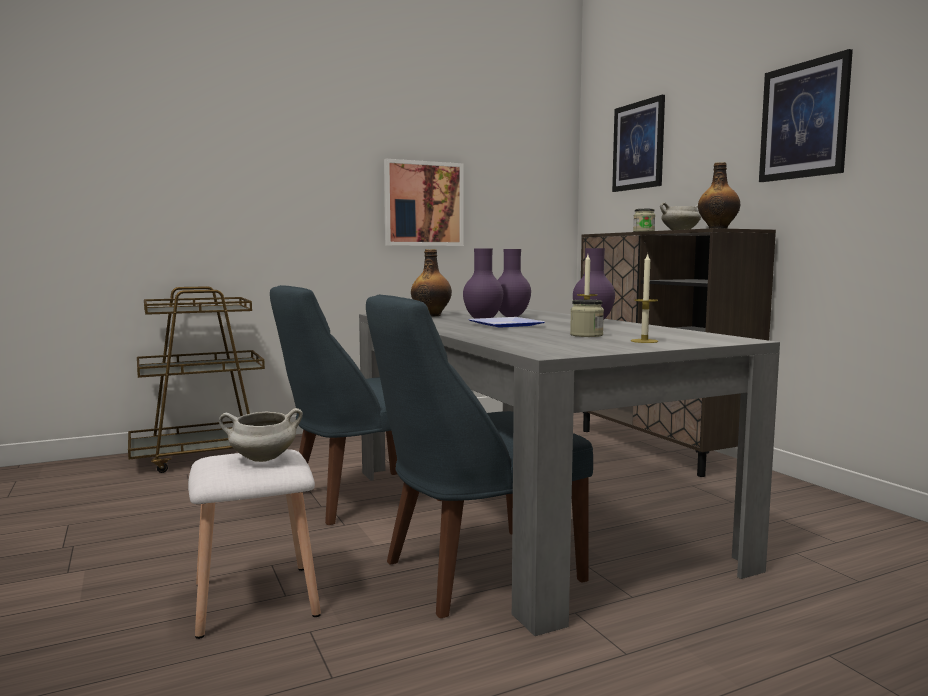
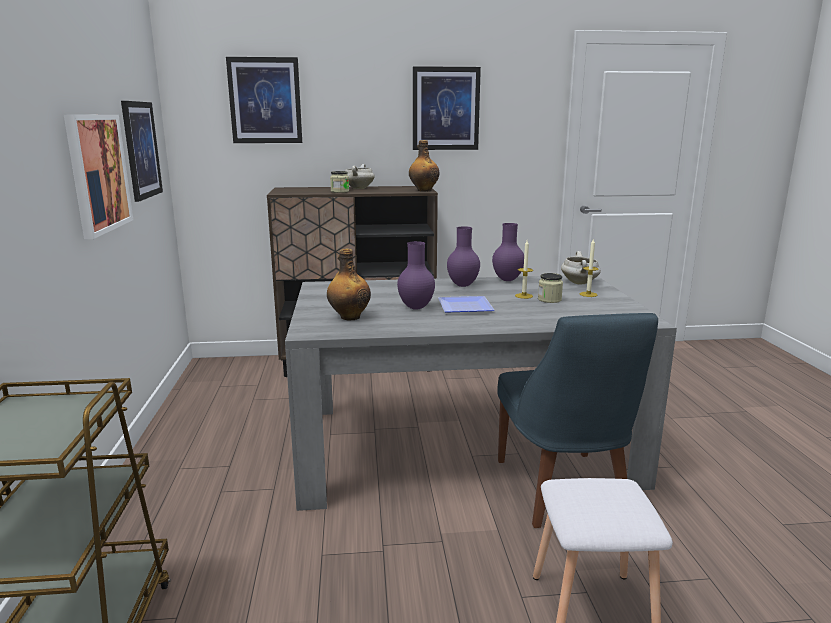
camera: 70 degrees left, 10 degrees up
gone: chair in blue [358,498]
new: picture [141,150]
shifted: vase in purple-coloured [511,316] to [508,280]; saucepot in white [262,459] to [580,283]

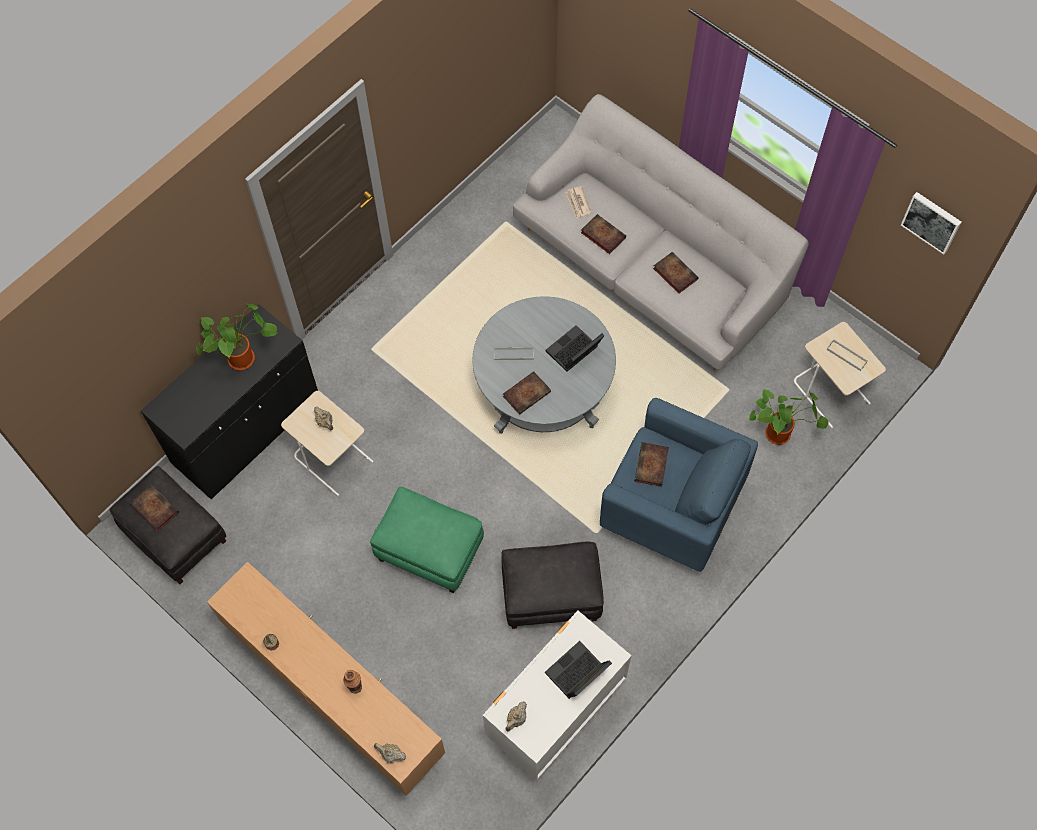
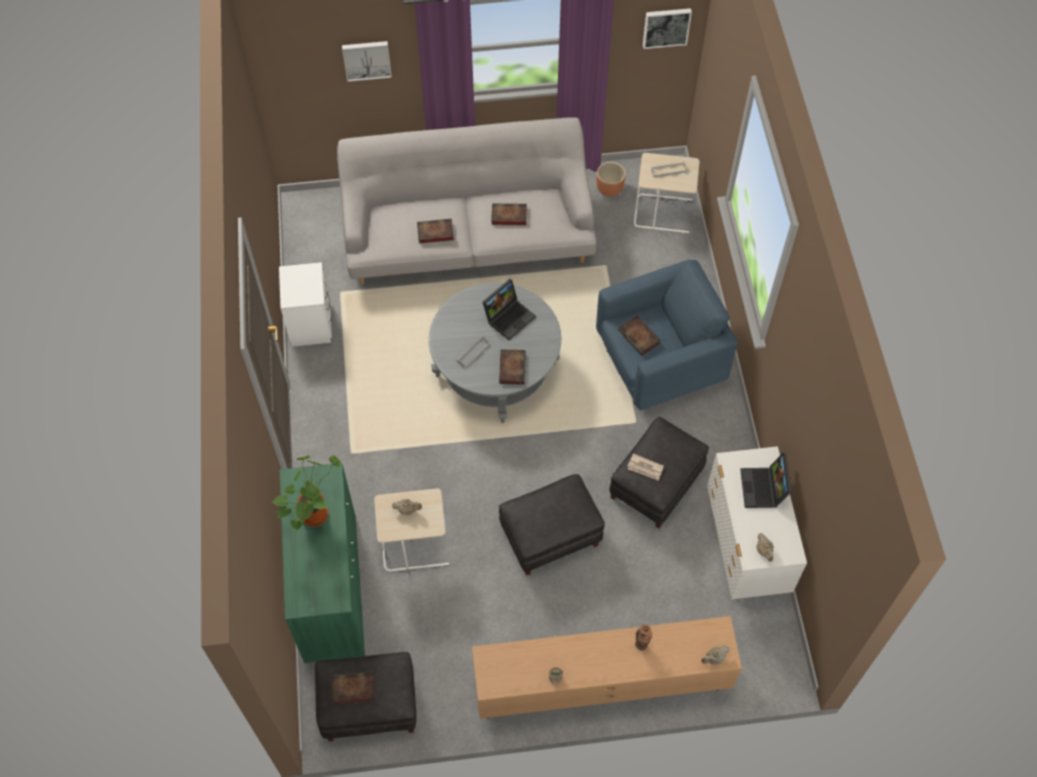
camera: 50 degrees left, 5 degrees down
gone: plant in a pot [780,432]
new: night table in white [311,323]; picture [366,59]; plant pot in brown-coloured [610,188]
shifted: newspaper [578,203] to [645,468]
repainted: cabinet in blackish [247,430] to cabinet in green [331,588]; footrest in green [429,550] to footrest in blackish [550,536]
rotated: notebook computer [574,353] = [509,316] 135 degrees counterclockwise

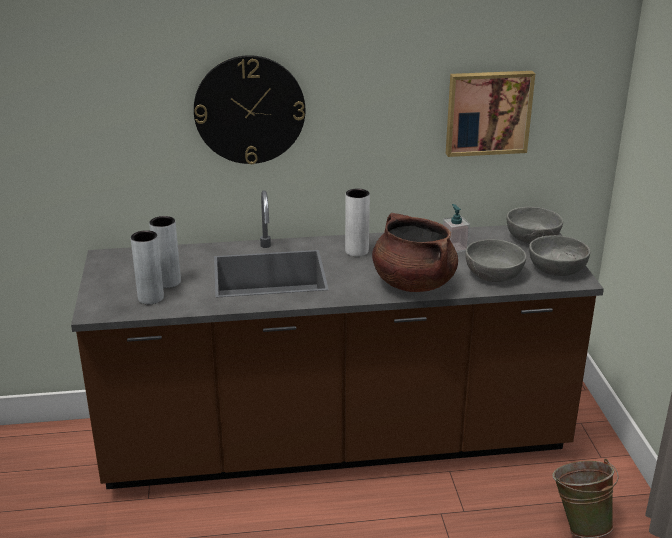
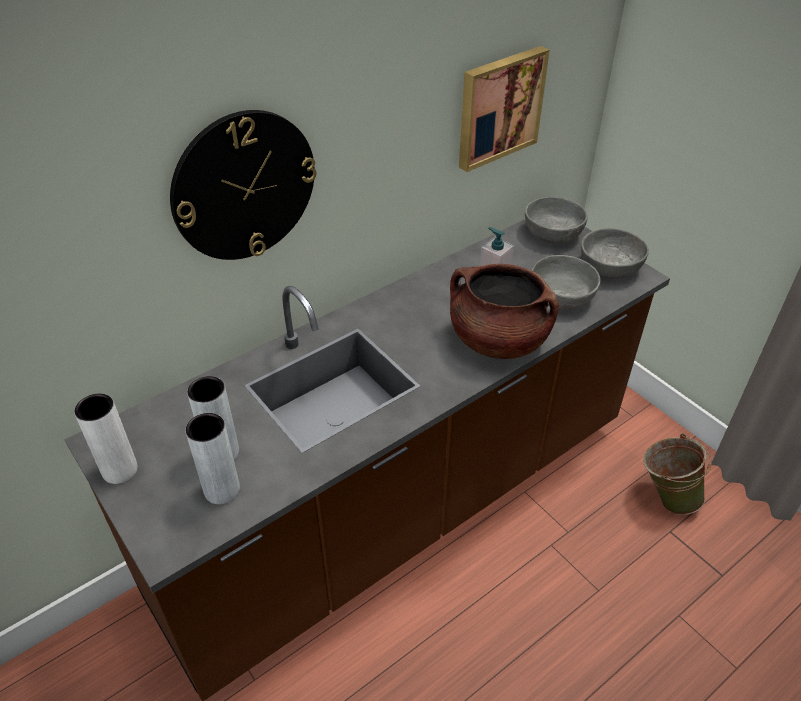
camera: 30 degrees left, 15 degrees up
shifted: vase in white [356,251] to [120,470]

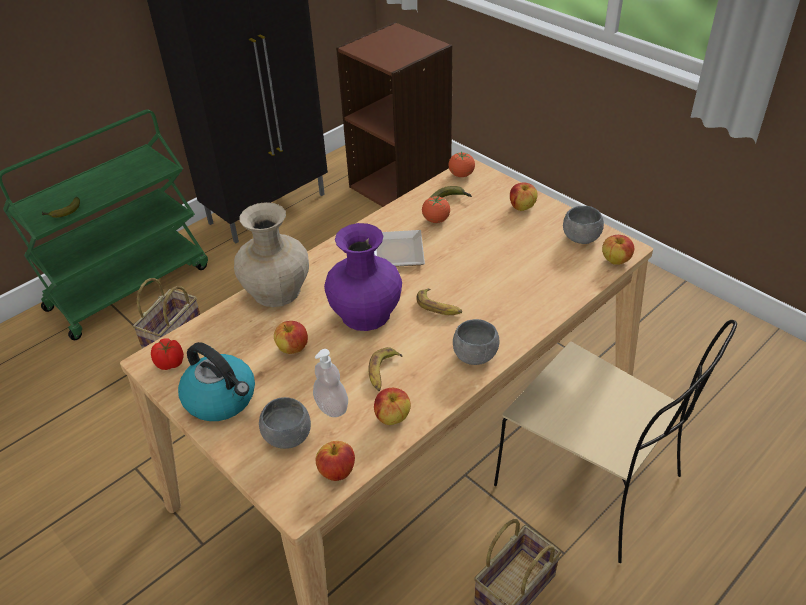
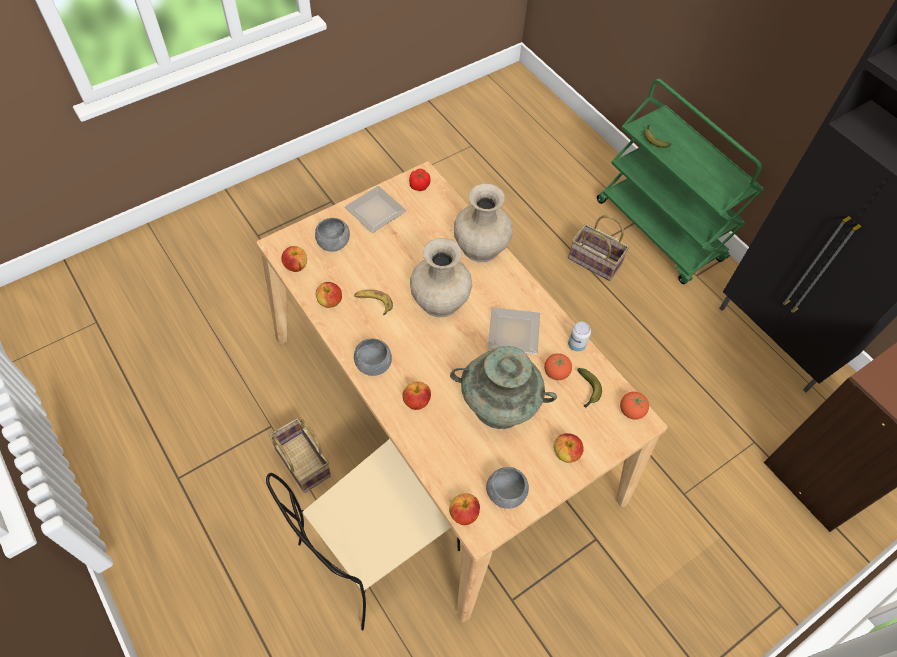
camera: 95 degrees right, 15 degrees up
gone: liquid soap bottle [332,407]; banana fruit [439,307]
new: vase in turquoise-coloured [499,405]; metal can [576,345]
shifted: apple fruit [293,348] to [416,402]
swapped: kettle [221,398] to plate [377,211]
repainted: vase in purple-coloured [364,313] to vase in sand-coloured [440,300]

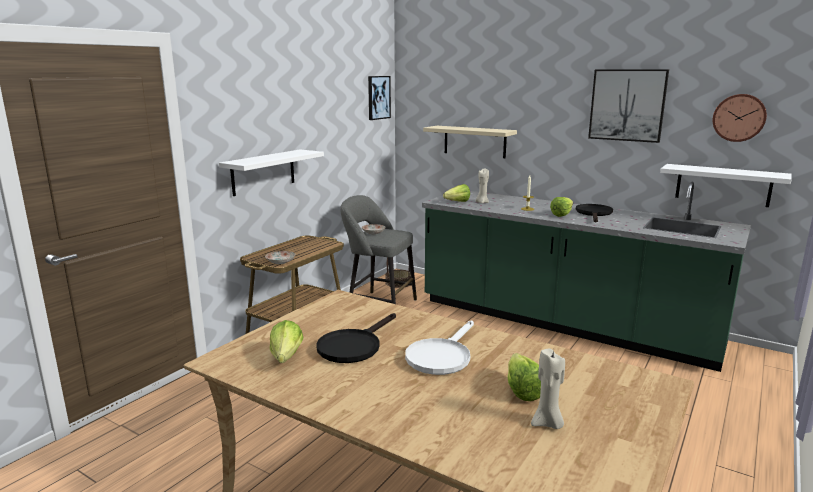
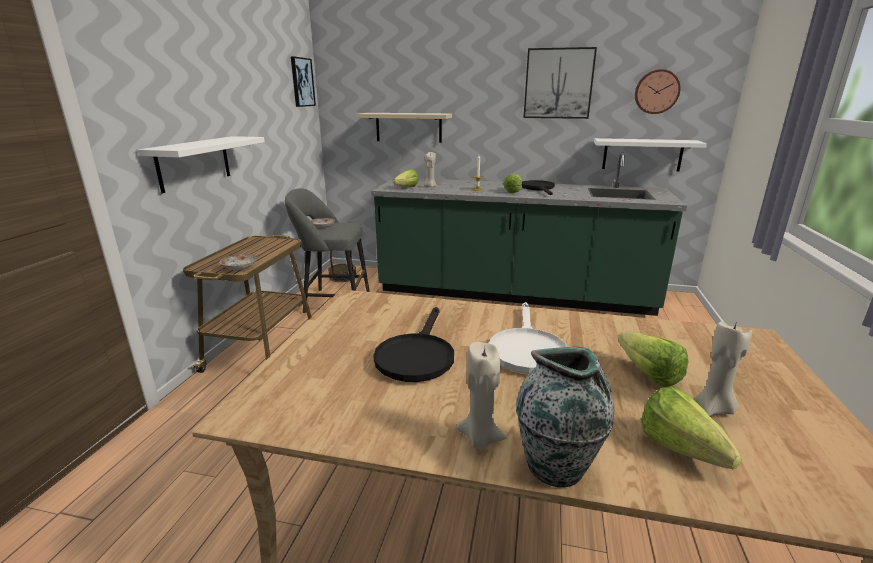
camera: 20 degrees left, 5 degrees up
new: candle in sand-coloured [480,438]; vase [557,467]
shifted: lettuce [284,360] to [685,454]

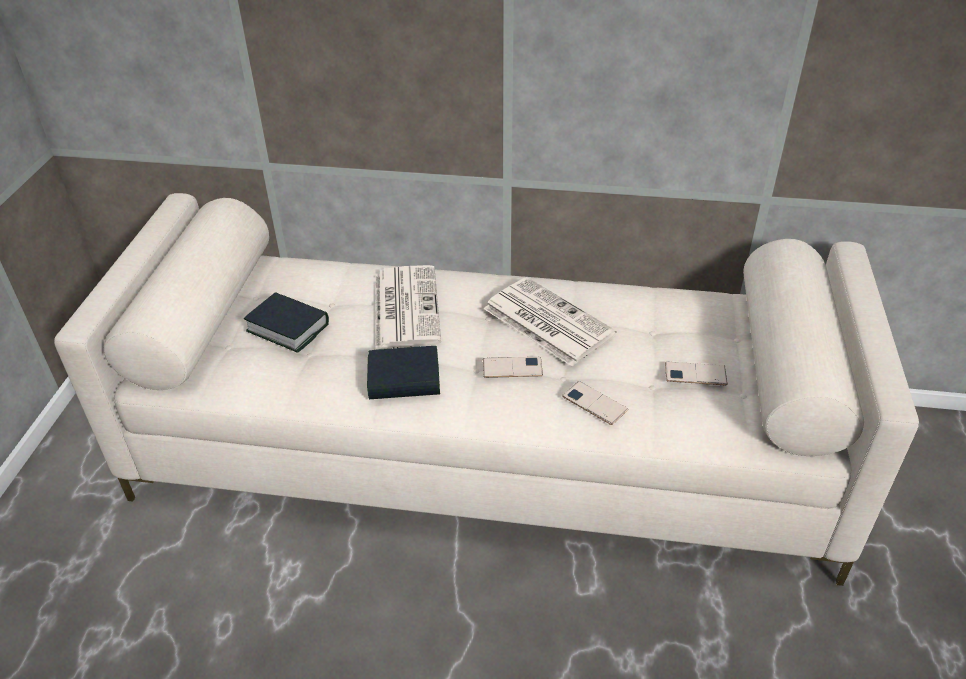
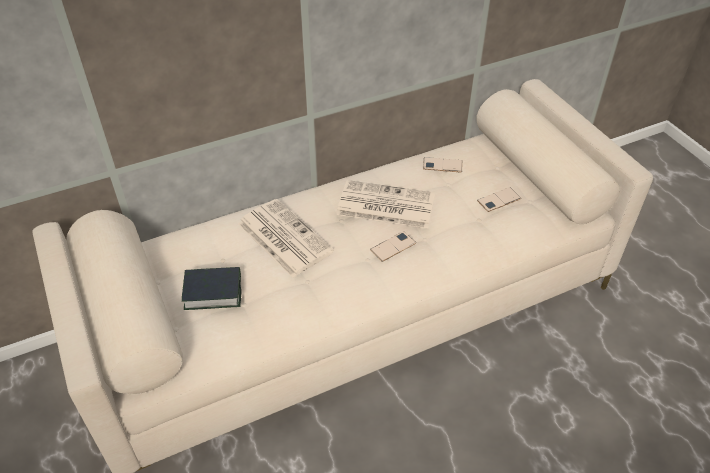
camera: 35 degrees left, 5 degrees up
gone: bound book [404,380]
shifted: phone [594,403] to [442,165]

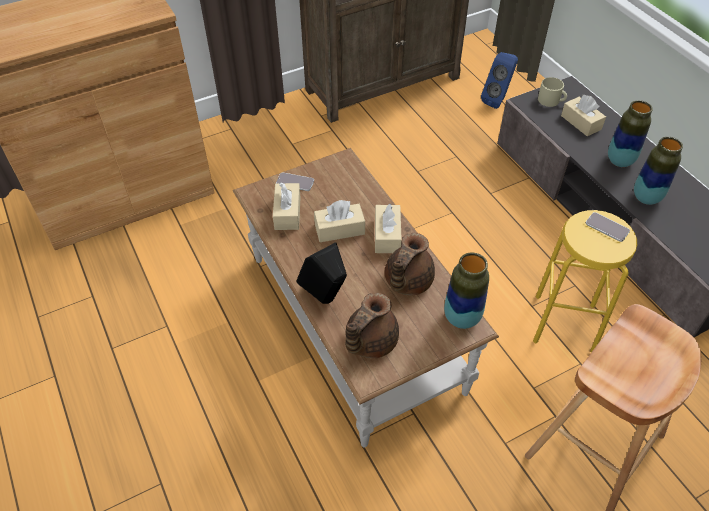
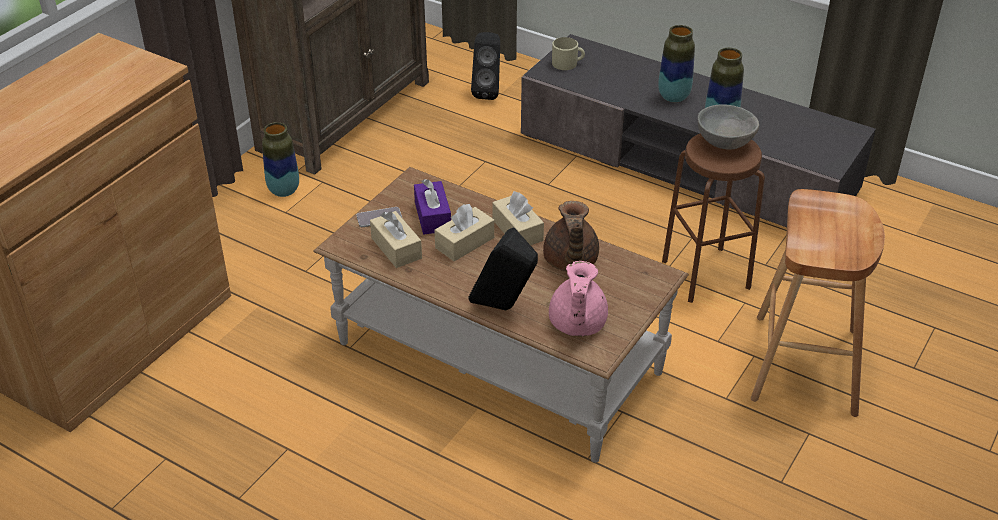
camera: 30 degrees left, 10 degrees down
gone: tissue holder in sand-coloured [581,122]
new: tissue holder in purple-coloured [432,216]
shifted: vase [462,318] to [284,190]
swapped: phone [607,227] to bowl in greyish [724,142]
repainted: loudspeaker in blue [497,100] to loudspeaker in blackish [488,91]; pot for tea in brown-coloured [369,342] to pot for tea in pinkish [576,324]; sitting stool in yellow [564,323] to sitting stool in brown-coloured [706,274]

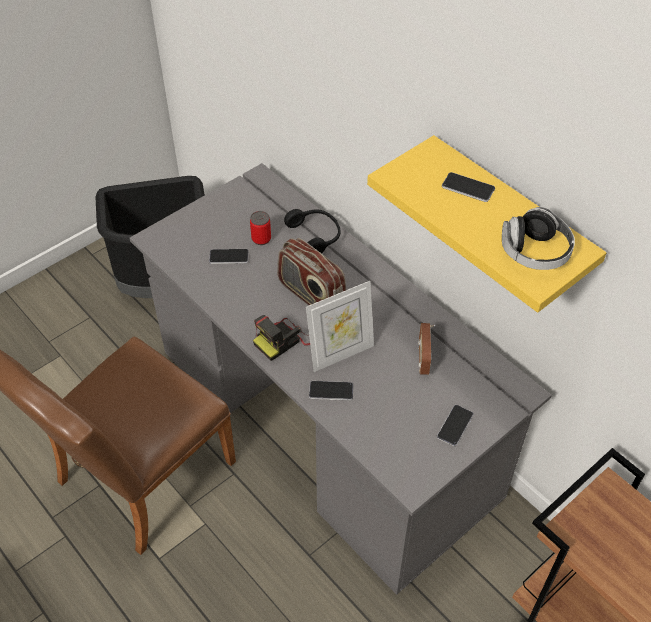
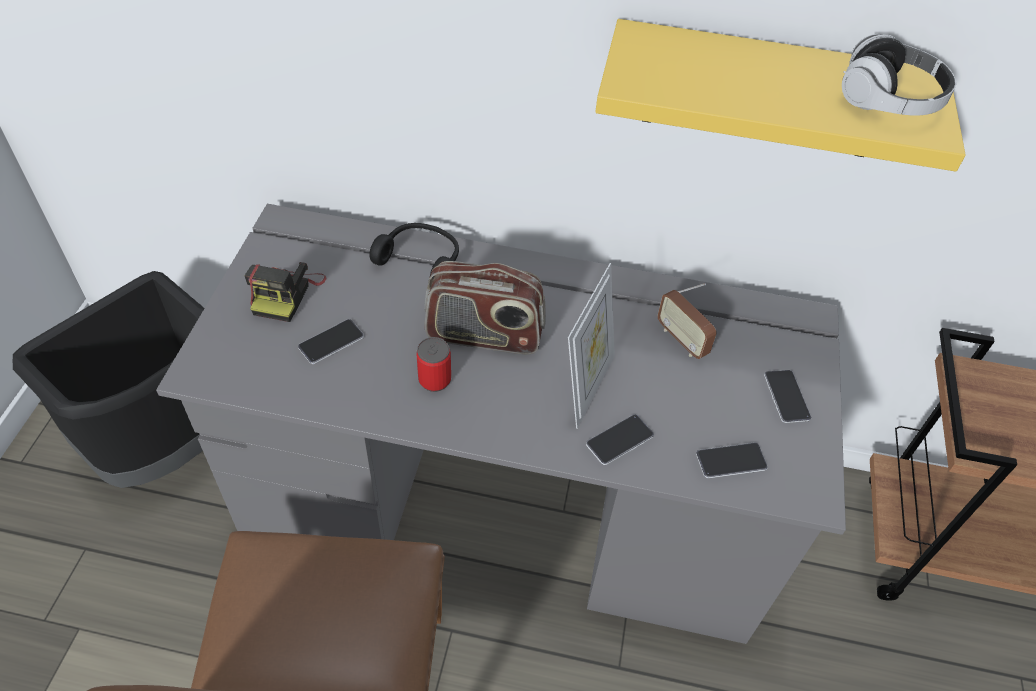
camera: 40 degrees left, 0 degrees up
shifted: photo camera [283,340] to [286,293]; metal can [261,238] to [434,380]; phone [468,188] to [731,461]

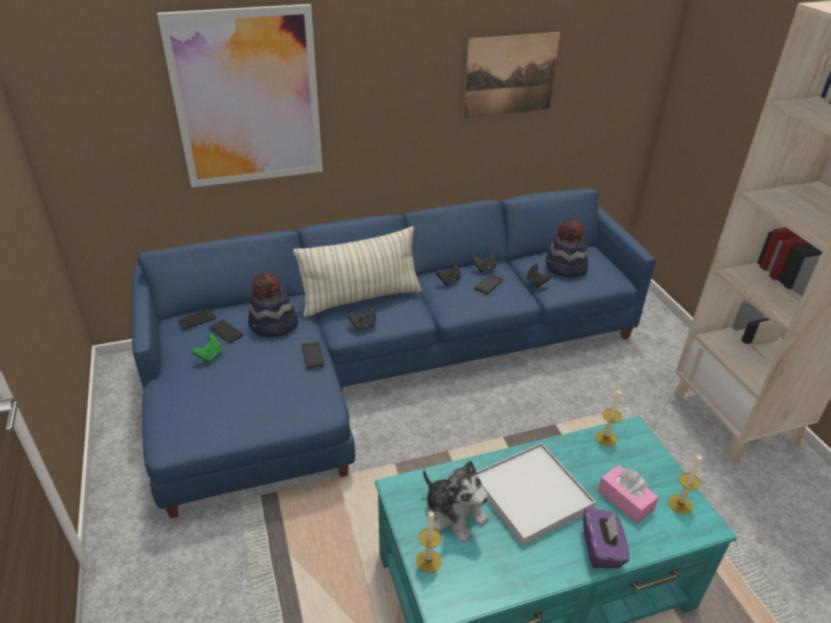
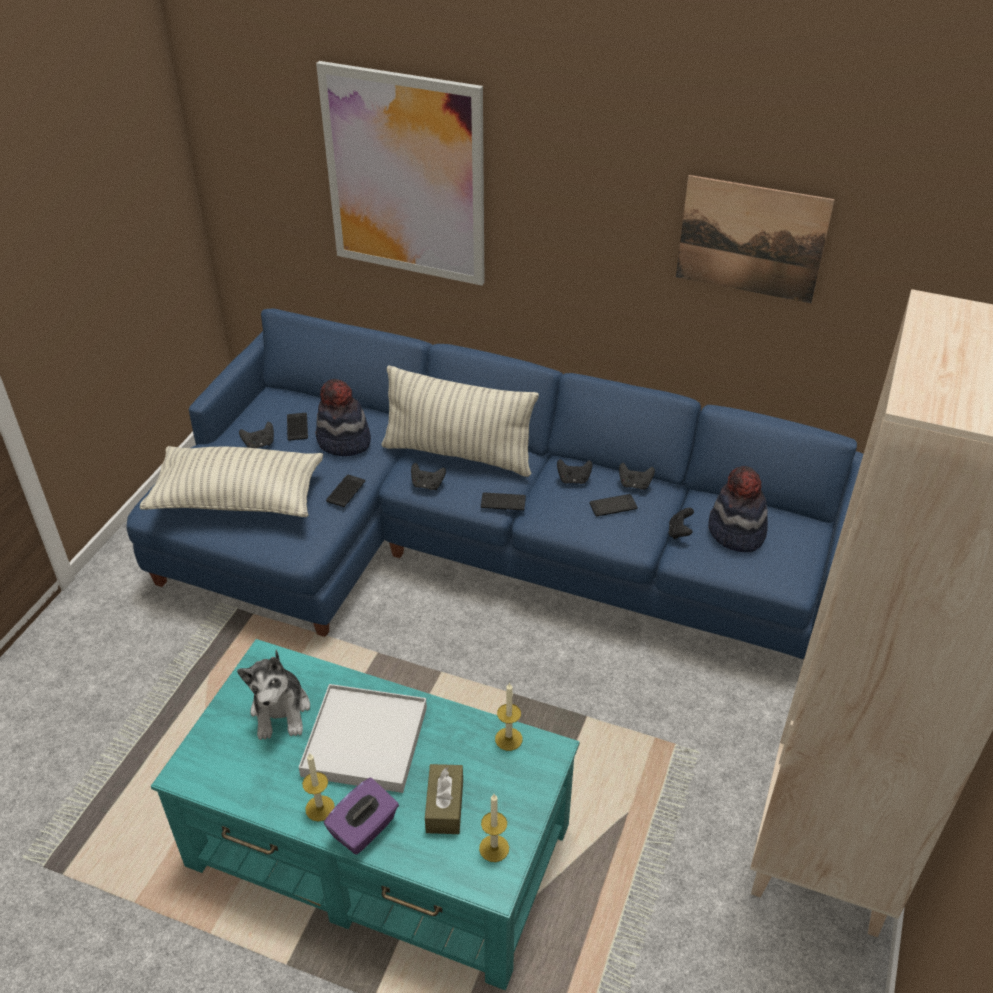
camera: 40 degrees right, 5 degrees up
new: pillow [238,499]
shifted: candle [428,561] to [320,808]; phone [197,320] to [503,502]
repainted: game controller in green [209,356] to game controller in blackish [259,444]; tissue holder in pinkish [625,500] to tissue holder in brown-coloured [444,806]

